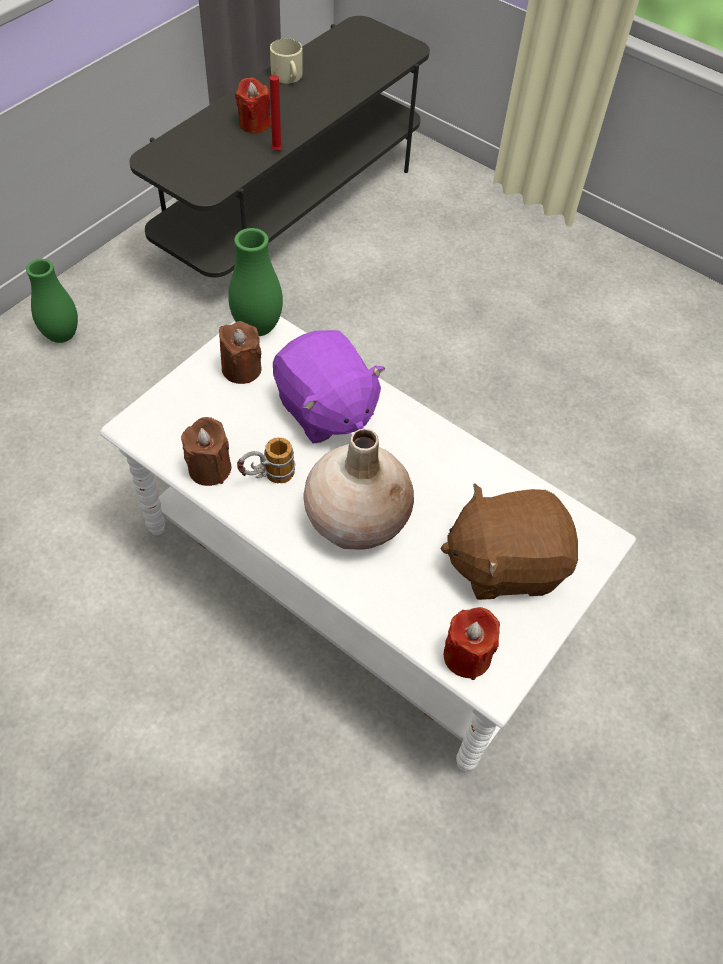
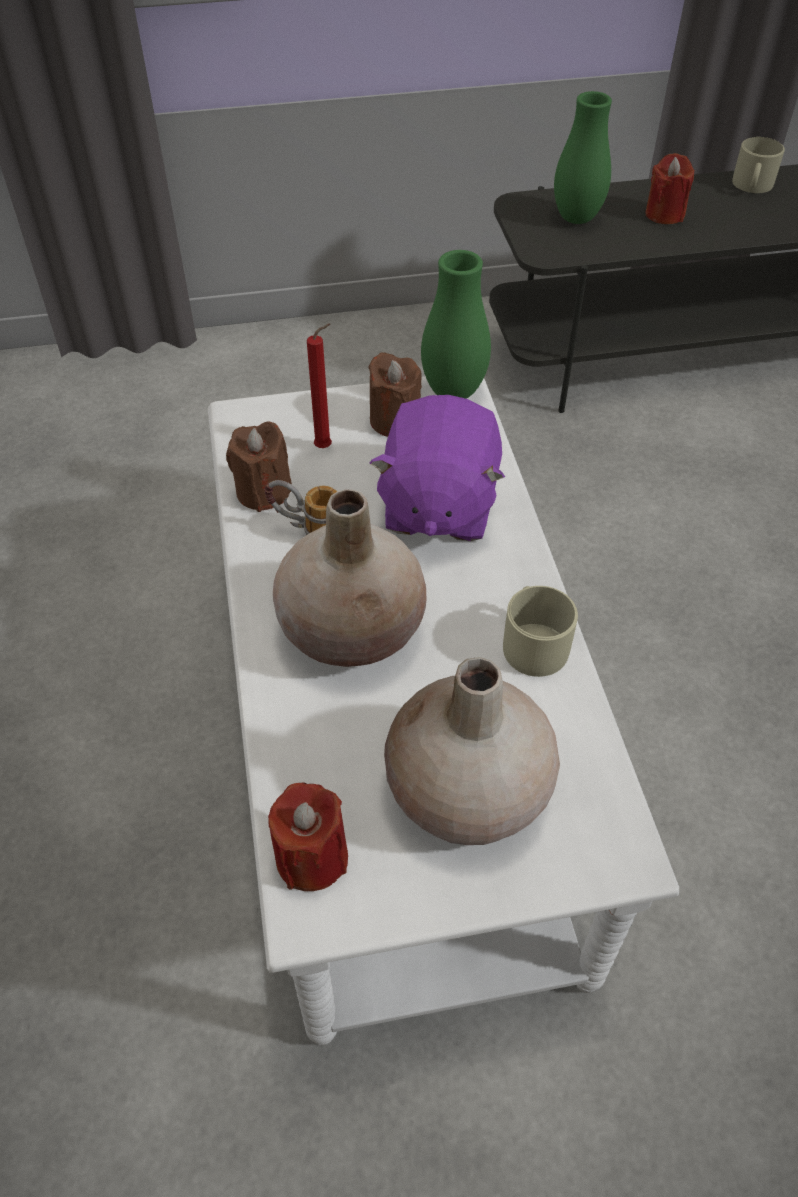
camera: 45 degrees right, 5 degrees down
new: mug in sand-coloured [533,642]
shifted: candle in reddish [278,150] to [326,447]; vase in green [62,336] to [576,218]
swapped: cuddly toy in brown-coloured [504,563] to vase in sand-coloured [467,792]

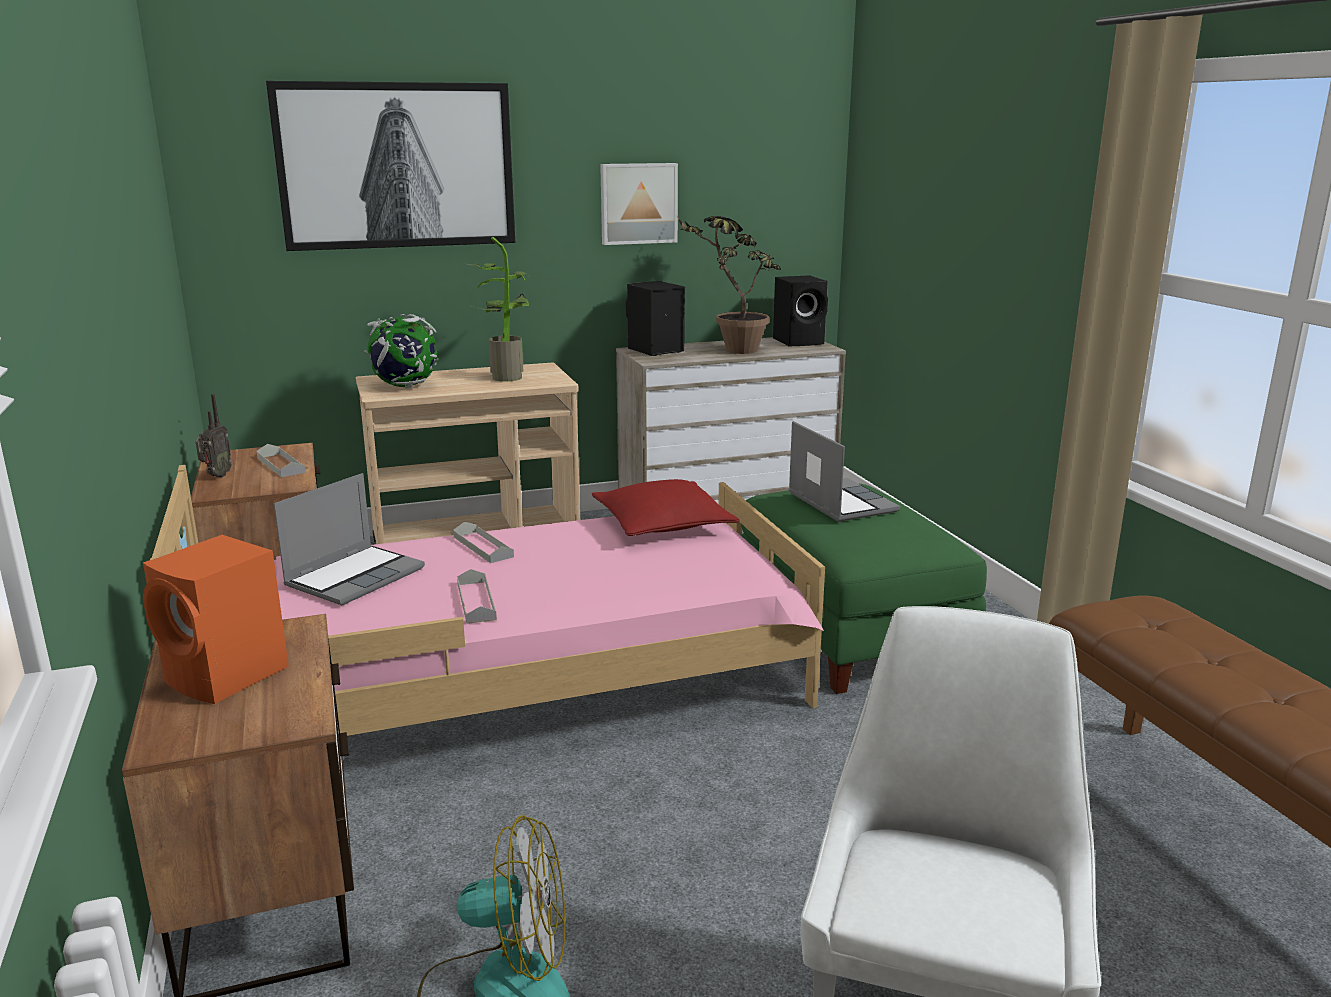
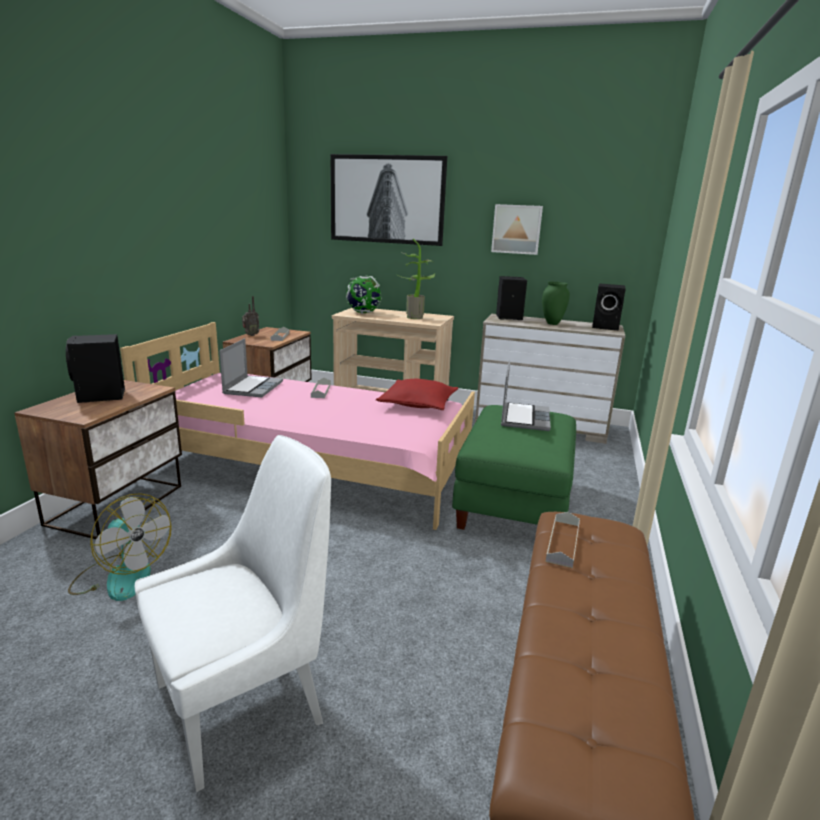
camera: 35 degrees right, 0 degrees up
shifted: serving tray in greyish [476,601] to [563,542]
swapped: plant in a pot [730,349] to vase in green [552,323]
repainted: loudspeaker in orange-coloured [228,677] to loudspeaker in blackish [101,396]
rotated: notebook computer [355,576] = [253,387] 60 degrees counterclockwise

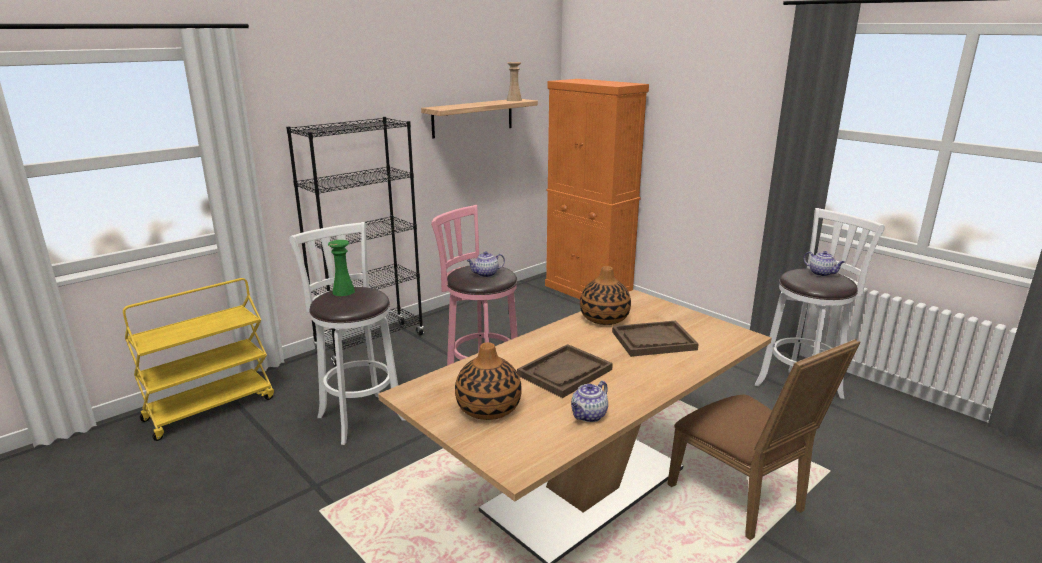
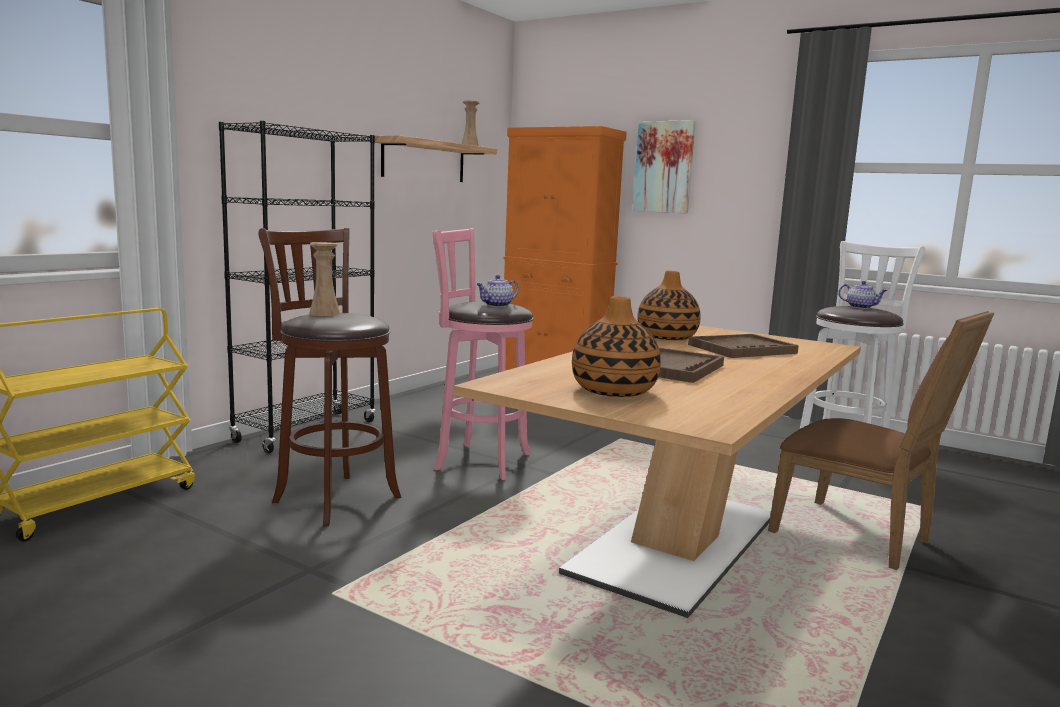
camera: 15 degrees left, 10 degrees down
gone: pot for tea [589,416]
new: picture [664,167]
repainted: sitting stool in white [359,416] to sitting stool in brown-coloured [333,497]; vase in green [343,291] to vase in sand-coloured [324,313]

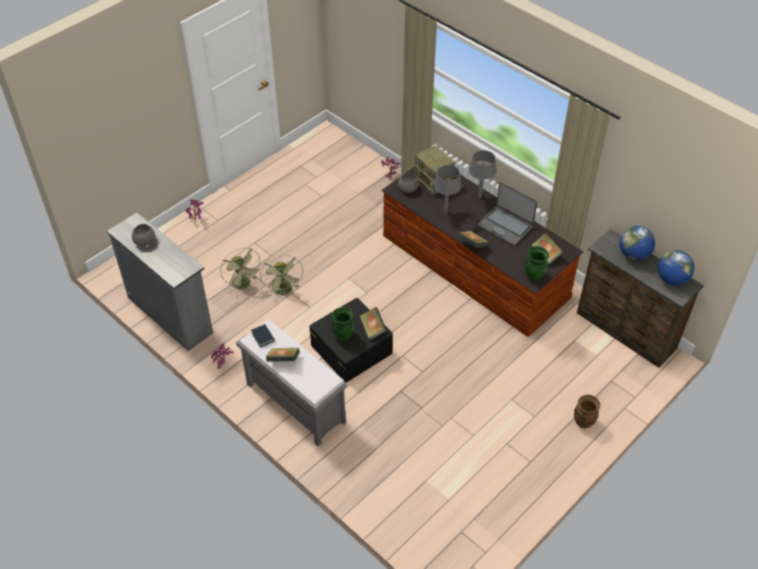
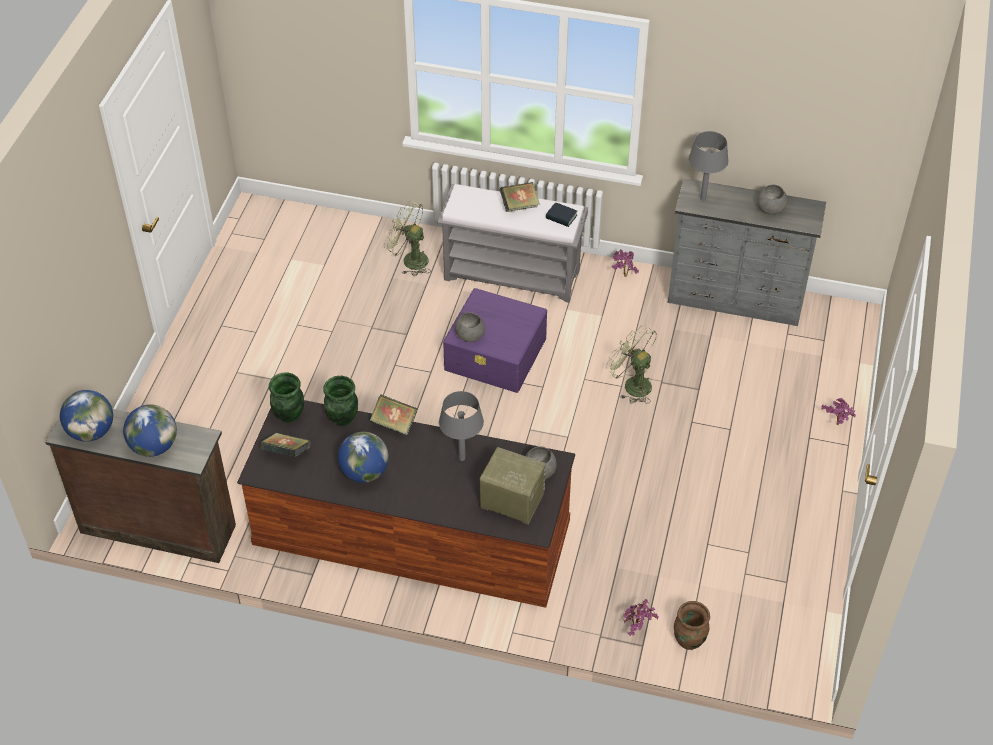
camera: 150 degrees right, 0 degrees up
shifted: vase in green [343,335] to [342,419]; fan in green [244,285] to [410,260]; vase in brown-coloured [583,422] to [689,641]; lamp for a table in greyish [480,196] to [702,198]
swapped: notebook computer [505,226] to desk globe [364,472]; bound book [373,329] to bowl in greyish [469,334]
repainted: storage container in blackish [351,348] to storage container in purple-coloured [496,354]

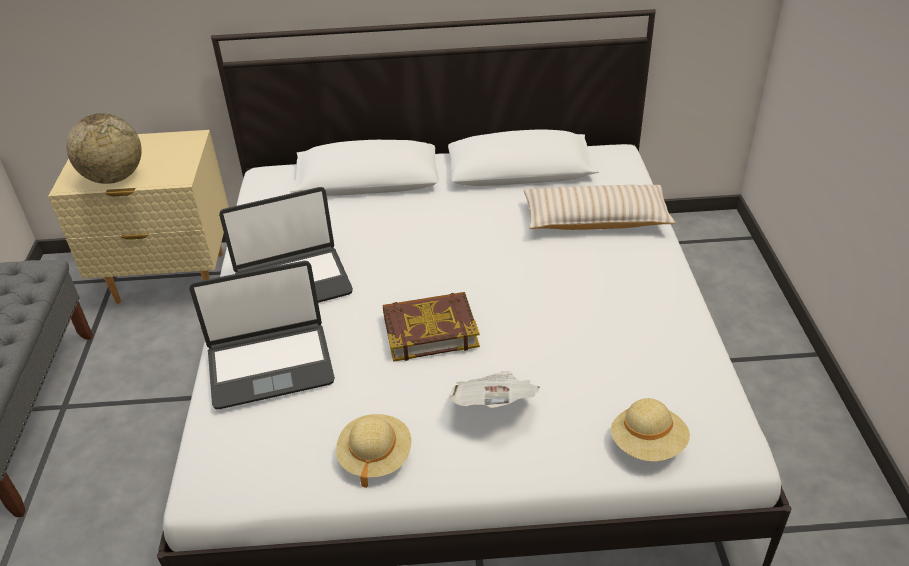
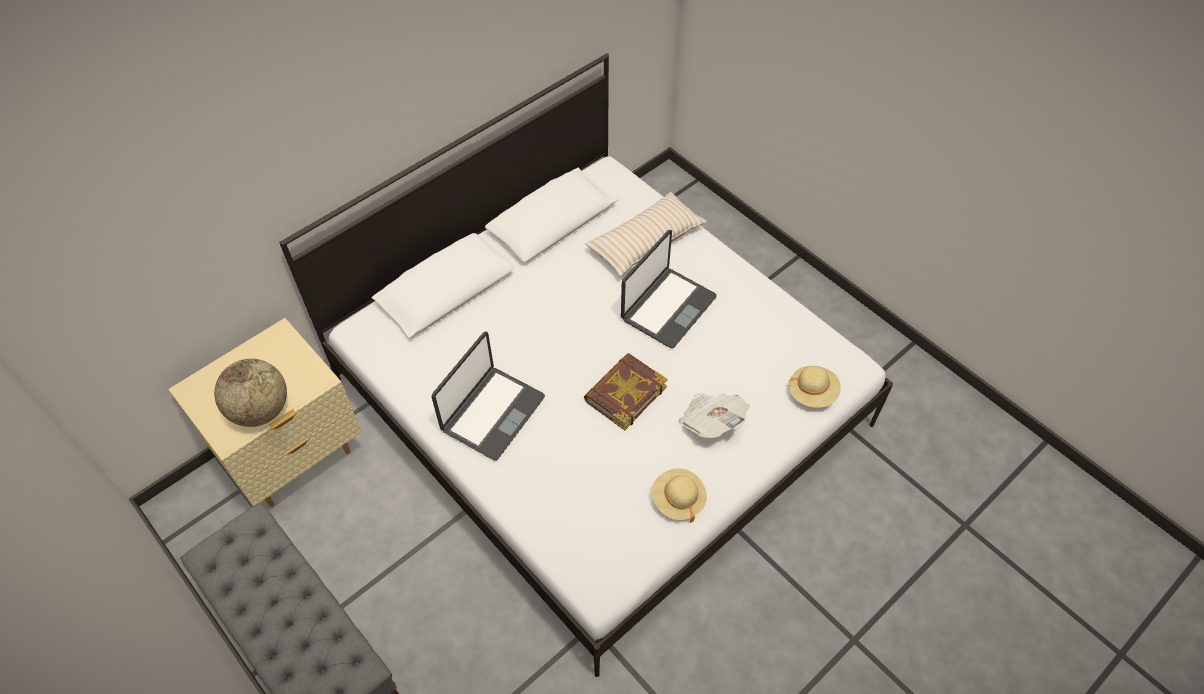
camera: 40 degrees left, 15 degrees up
shifted: notebook computer [270,365] to [667,308]

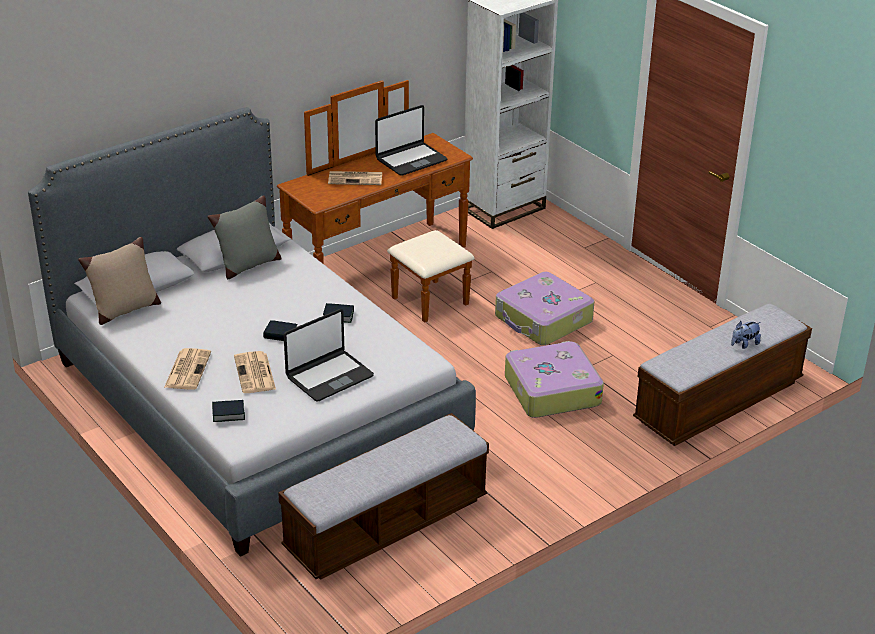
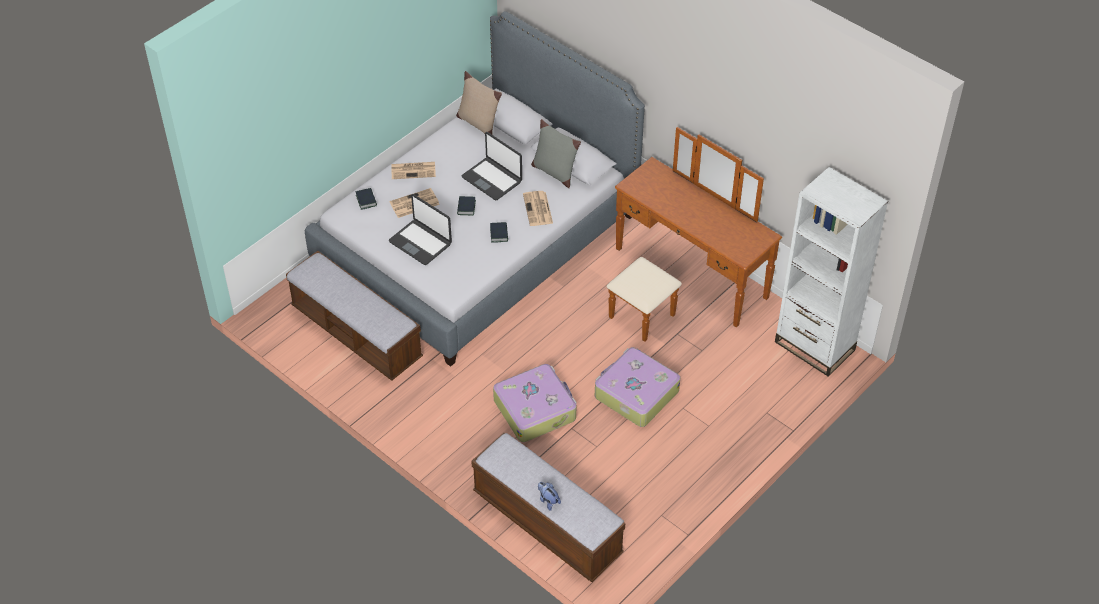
camera: 80 degrees right, 15 degrees up
shifted: notebook computer [411,160] to [492,179]; newspaper [356,178] to [538,209]

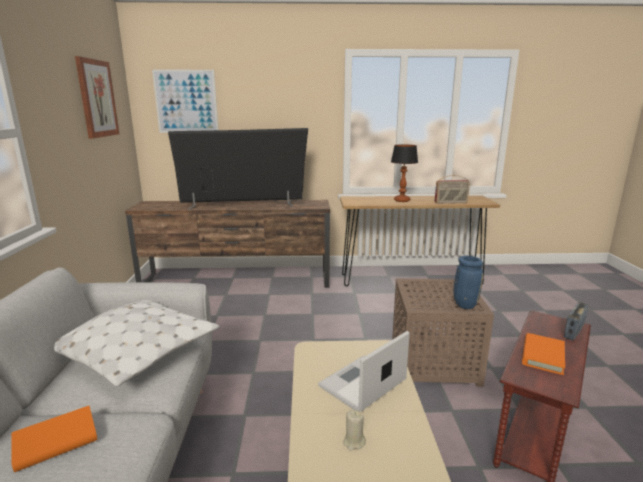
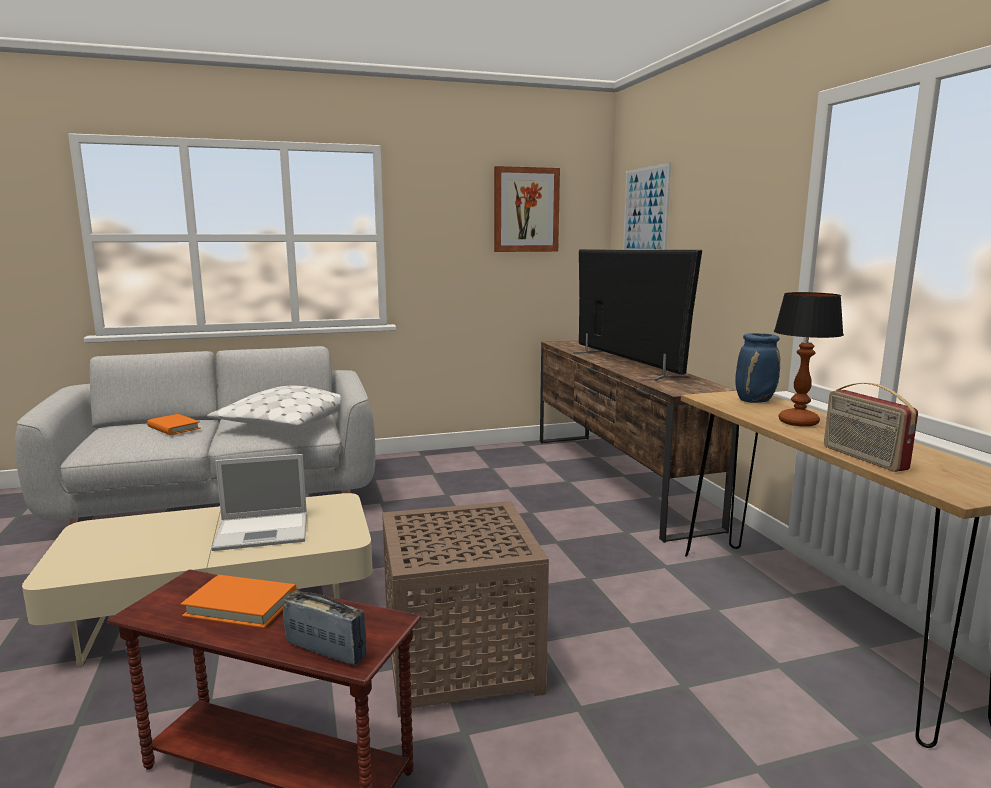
camera: 75 degrees right, 5 degrees down
gone: candle in sand-coloured [354,442]
shifted: vase in blue [464,305] to [755,401]
rotated: notebook computer [361,384] = [264,531] 135 degrees clockwise

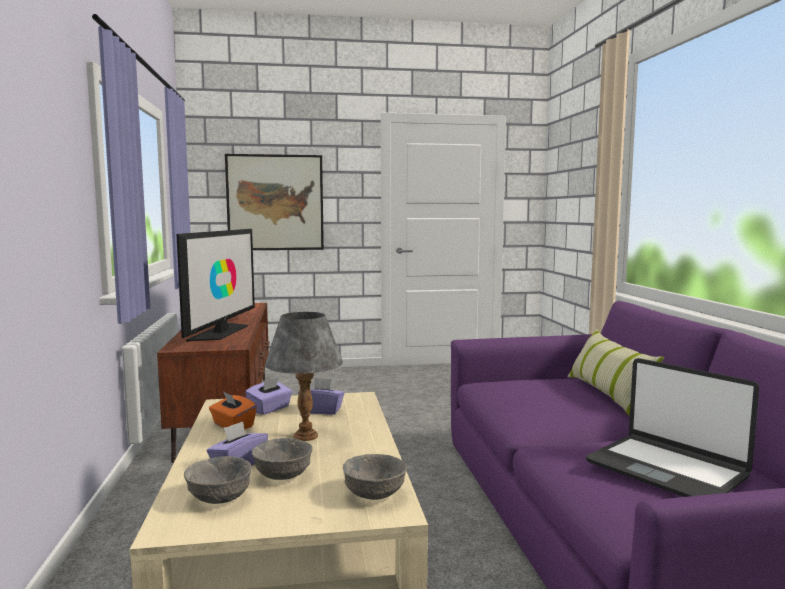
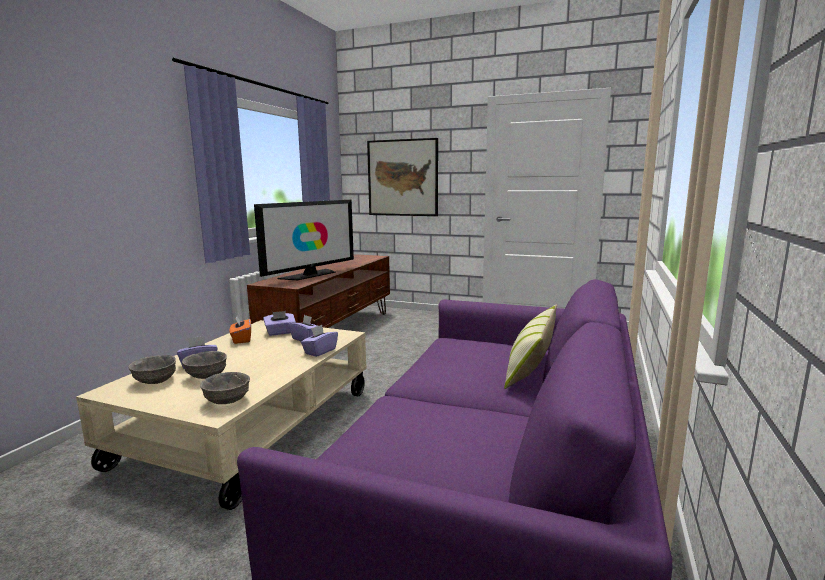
camera: 30 degrees right, 5 degrees up
gone: lamp for a table in greyish [305,436]; notebook computer [666,469]
new: tissue holder in purple-coloured [320,351]

